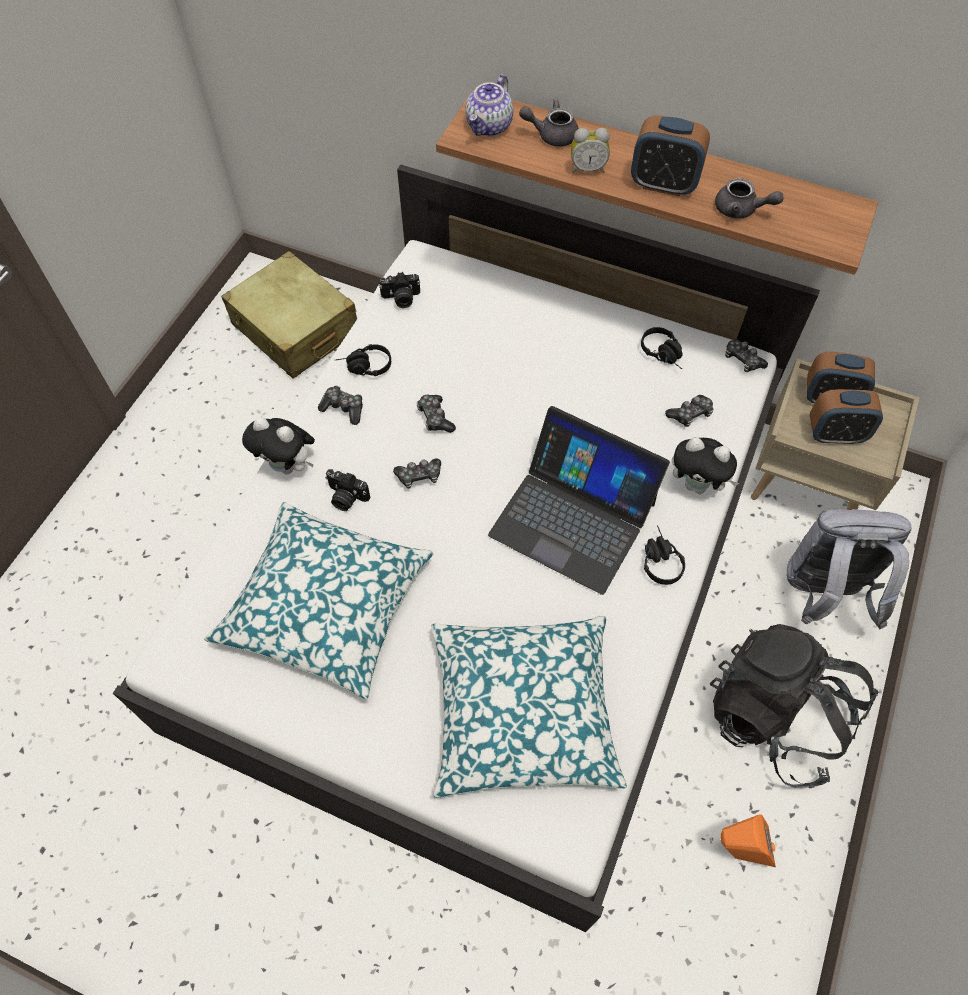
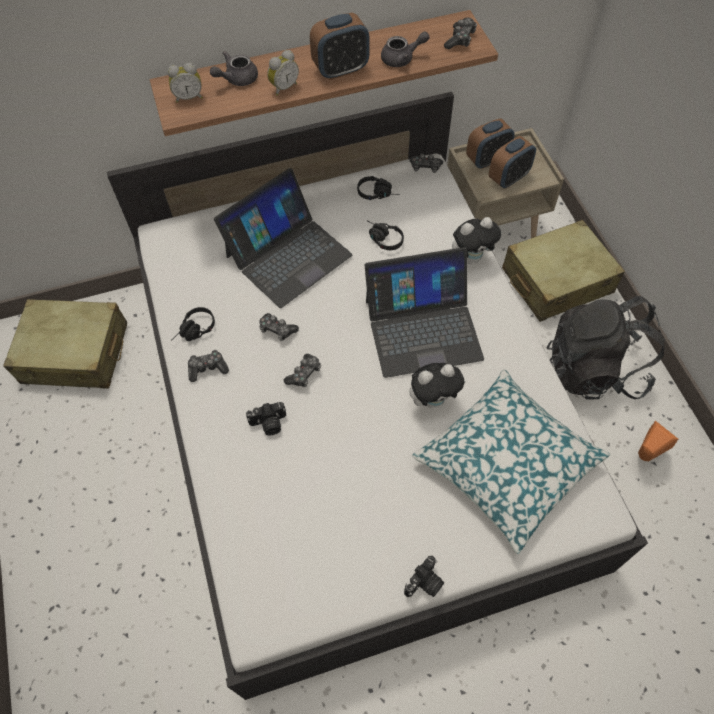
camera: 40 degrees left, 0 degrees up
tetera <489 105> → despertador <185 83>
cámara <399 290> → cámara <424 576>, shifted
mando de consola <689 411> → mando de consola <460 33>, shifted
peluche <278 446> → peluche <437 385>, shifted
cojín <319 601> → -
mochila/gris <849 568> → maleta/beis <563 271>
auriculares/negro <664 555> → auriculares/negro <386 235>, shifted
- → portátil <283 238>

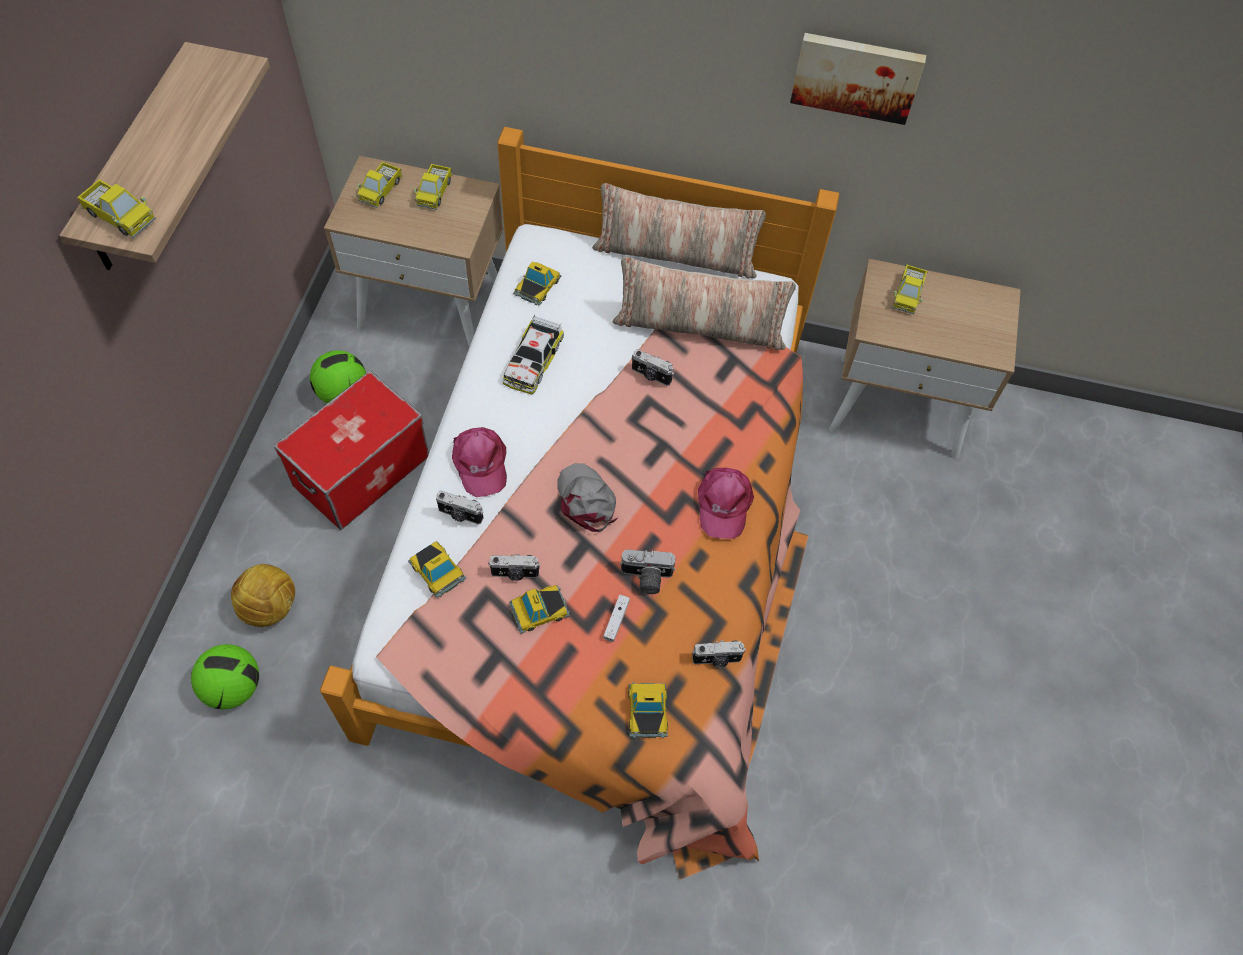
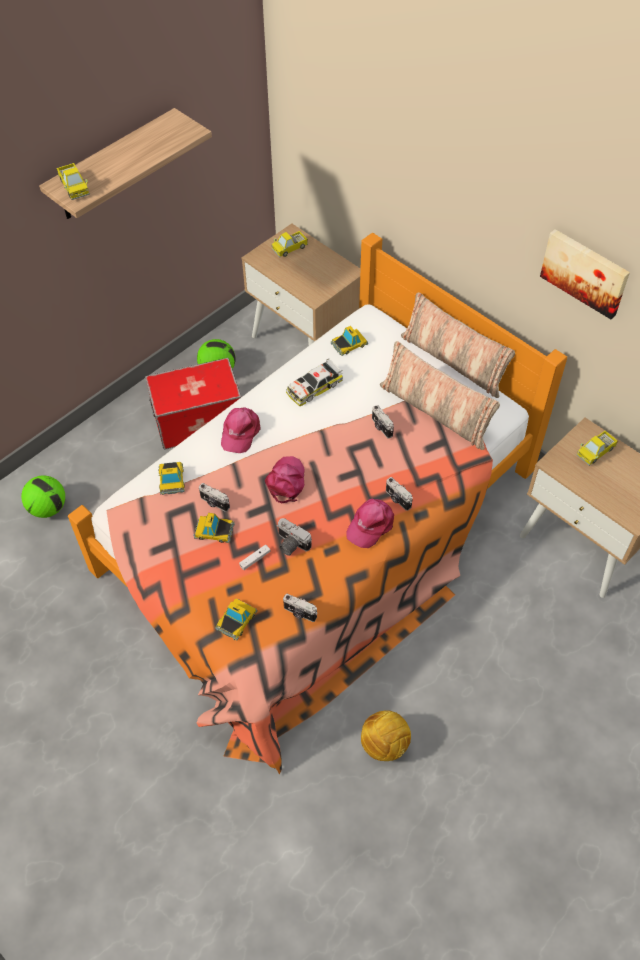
camera: 35 degrees right, 5 degrees down
camión de juguete <433 187> → -
gorra/gris <587 497> → gorra/rosa <285 480>
cámara <459 507> → cámara <399 494>, shifted
balón de fútbol <263 595> → balón de fútbol <386 735>, shifted

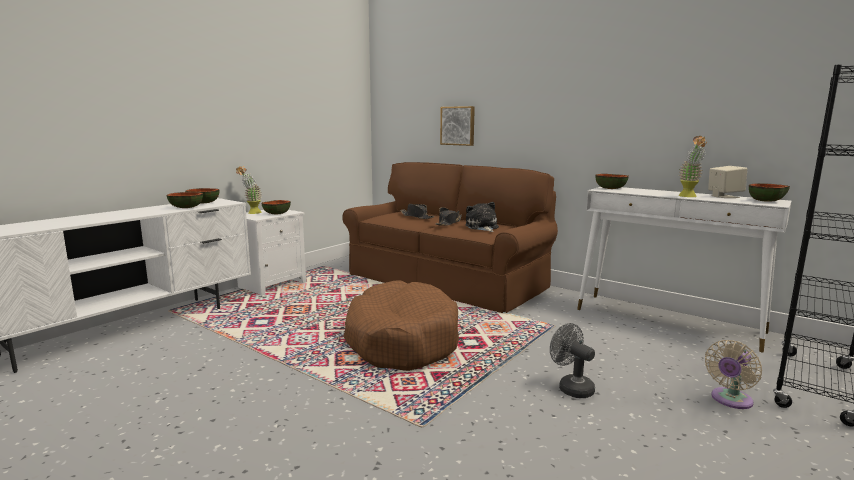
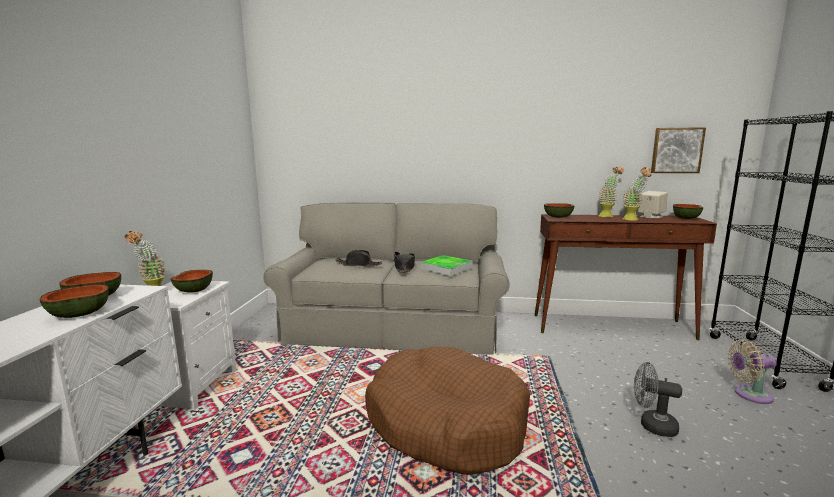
camera: 30 degrees left, 0 degrees up
cuadro <457 126> → cuadro <678 150>, shifted
sofá/marrón <450 237> → sofá/gris <386 278>
mesa consola/blanco <684 269> → mesa consola/marrón <626 277>
peluche <482 217> → bandeja <446 265>
ventilador/beis <733 374> → ventilador/beis <752 372>, 75 degrees clockwise
- → planta en maceta <611 191>

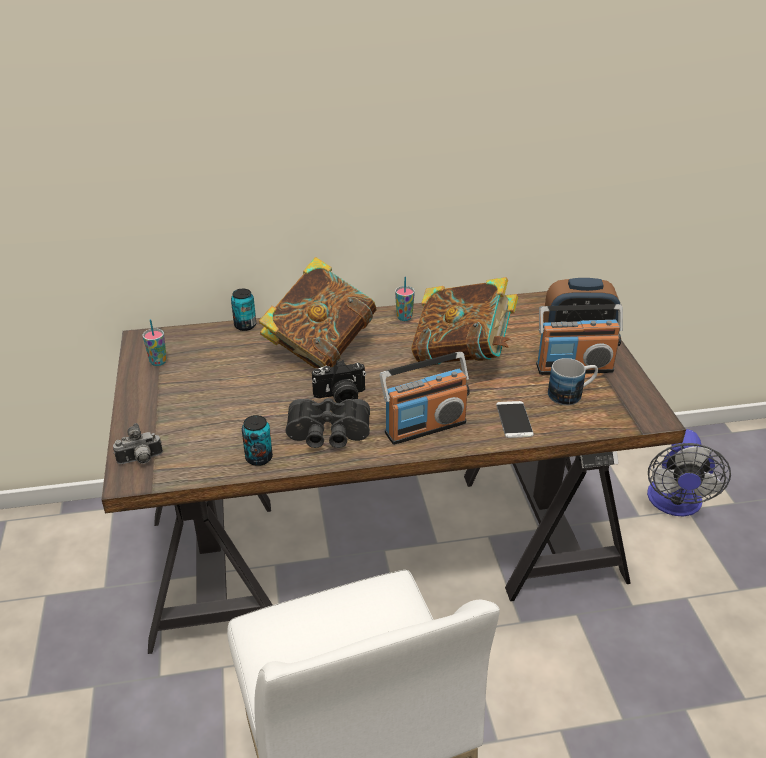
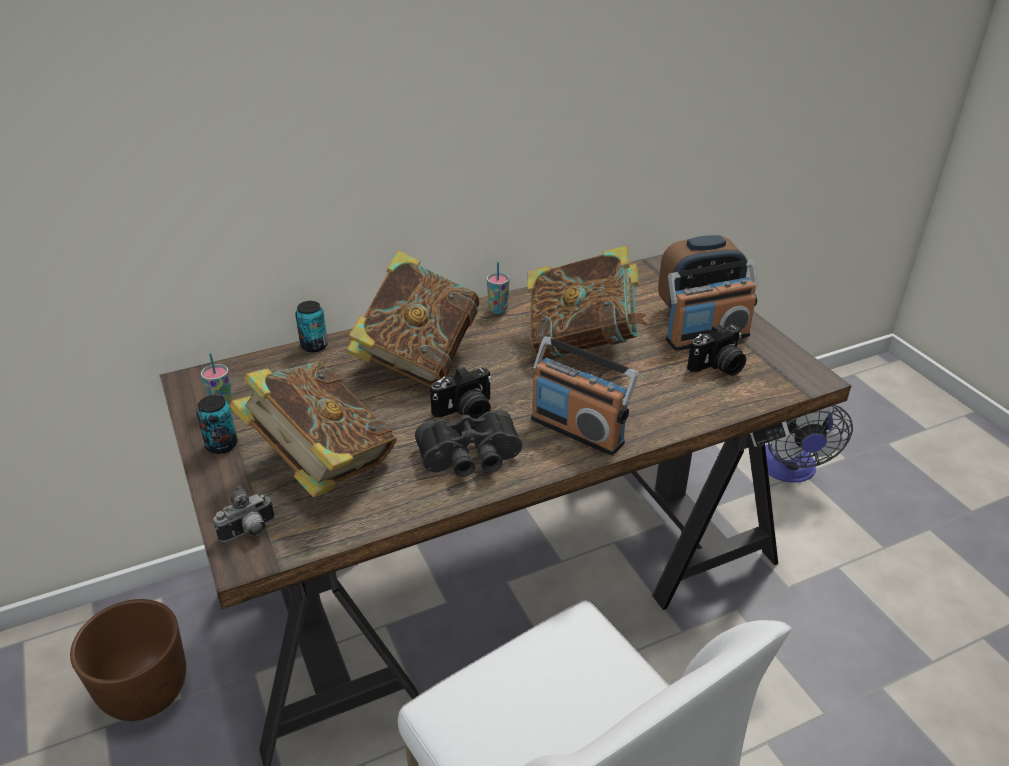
camera: 15 degrees left, 0 degrees up
radio <425 398> → radio <584 396>, 75 degrees clockwise
taza grande <573 382> → cámara <716 350>
móvil <515 419> → -
lata <257 440> → lata <216 424>, shifted
- → libro <313 429>
- → maceta/marrón <128 660>

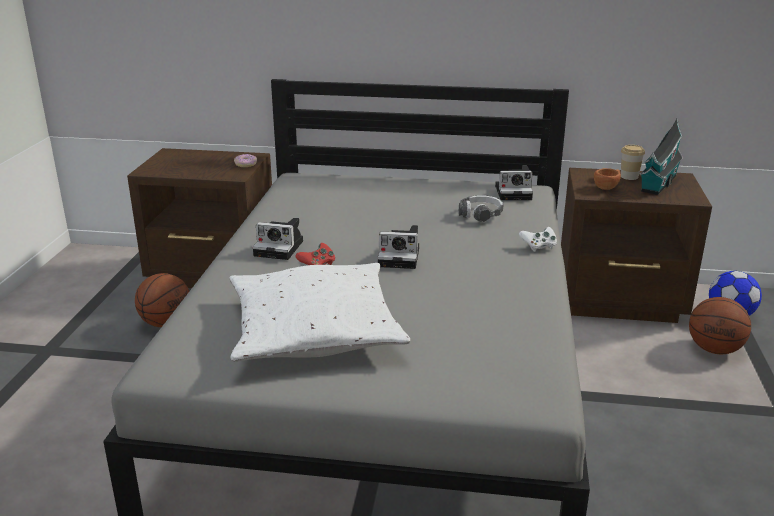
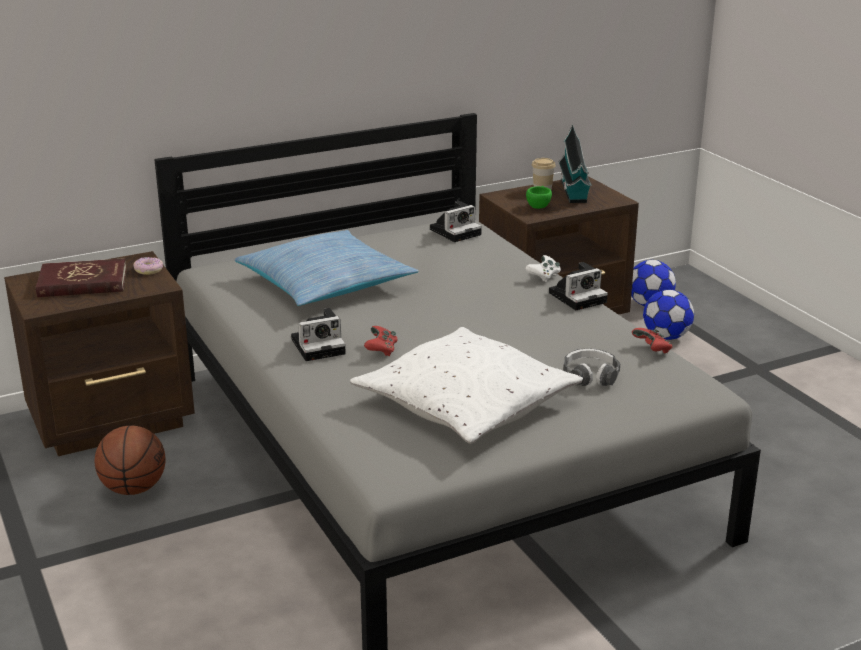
camera: 35 degrees left, 0 degrees up
taza/marrón <607 179> → taza/verde <539 197>
auriculares <481 208> → auriculares <591 367>, shifted
cámara <398 247> → cámara <578 286>, shifted
balón de baloncesto <720 325> → balón de fútbol <668 315>
- → cojín <326 268>
- → libro/rojo <81 277>
- → mando de consola/rojo <652 341>

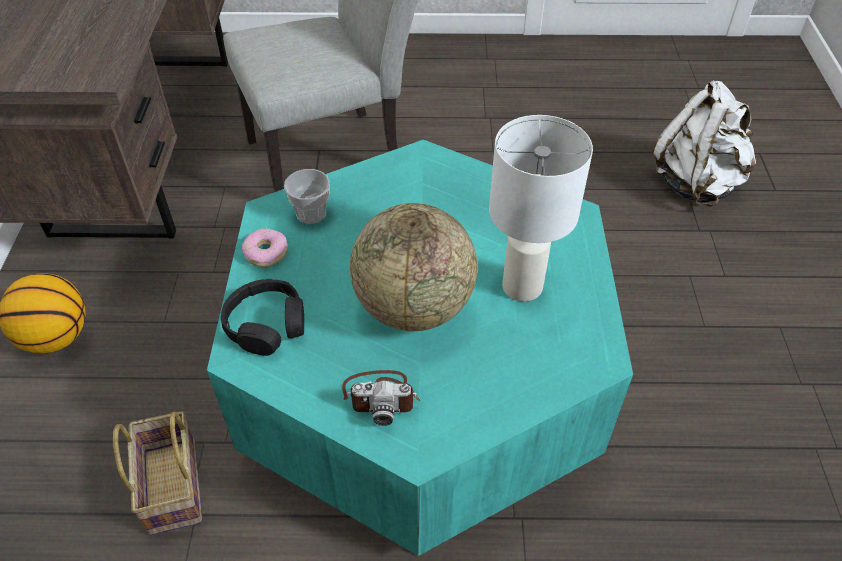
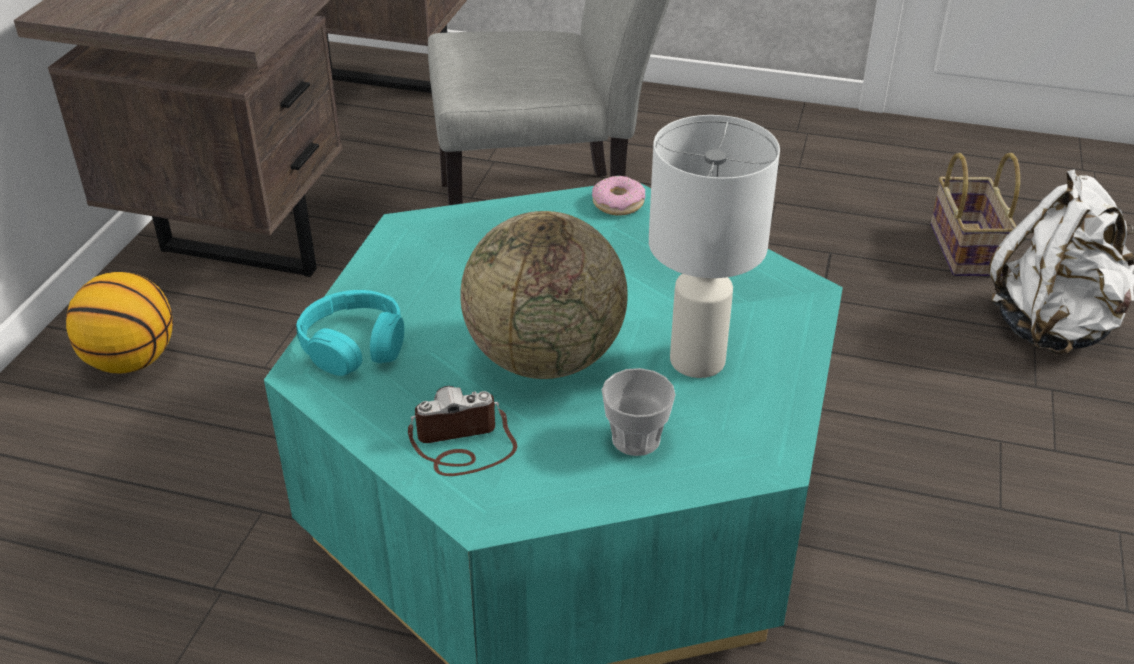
camera: 15 degrees right, 10 degrees down
taza <307 196> → taza <639 412>, shifted
rosquilla <264 247> → rosquilla <618 196>, shifted
auriculares/negro <262 317> → auriculares/turquesa <350 333>
cámara <381 398> → cámara <462 431>, 150 degrees clockwise
cesta <158 473> → cesta <975 214>, shifted

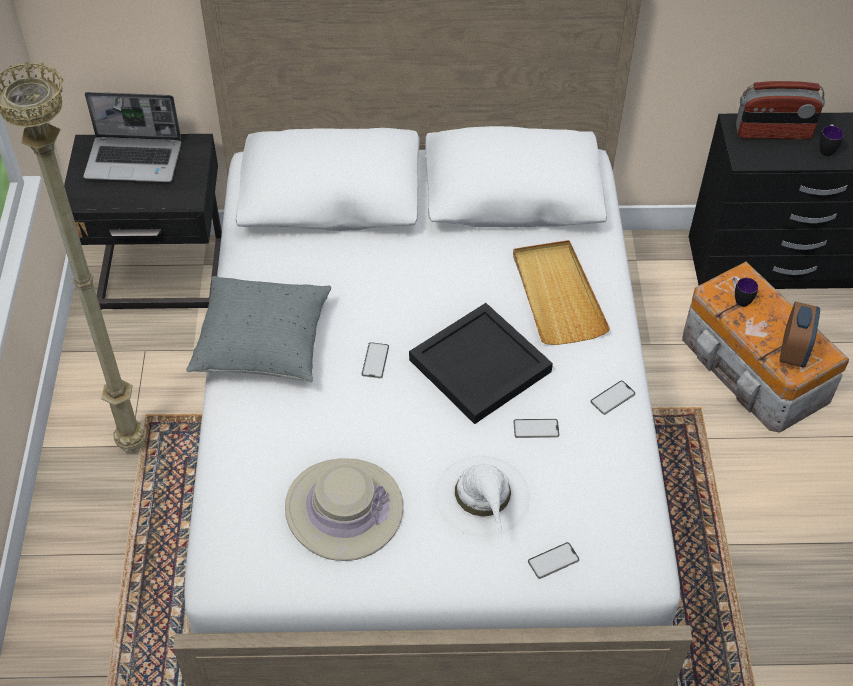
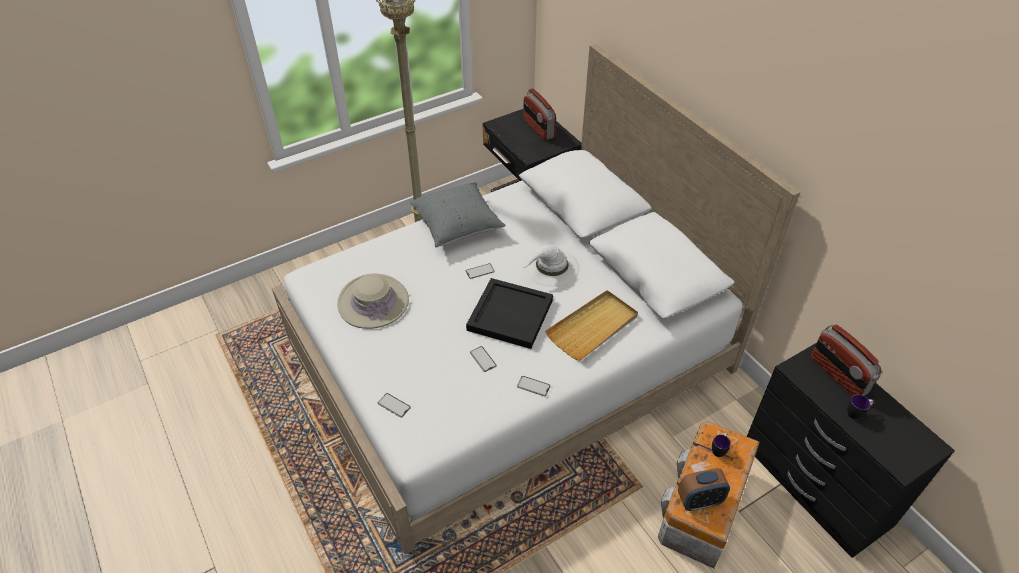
camera: 60 degrees right, 5 degrees down
portátil <132 137> → radio <539 114>
sombrero/blanco <482 496> → sombrero/blanco <551 266>, shifted

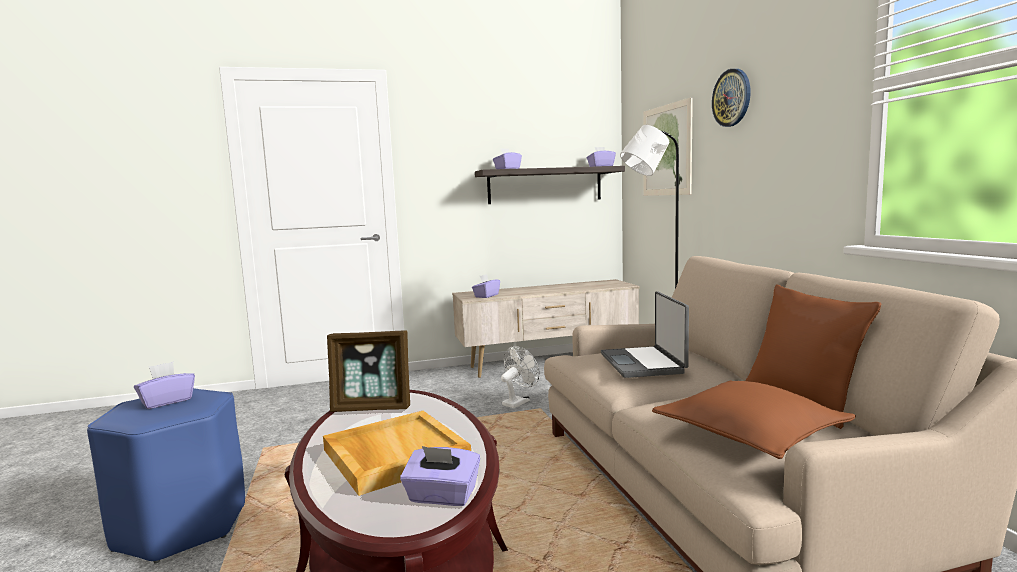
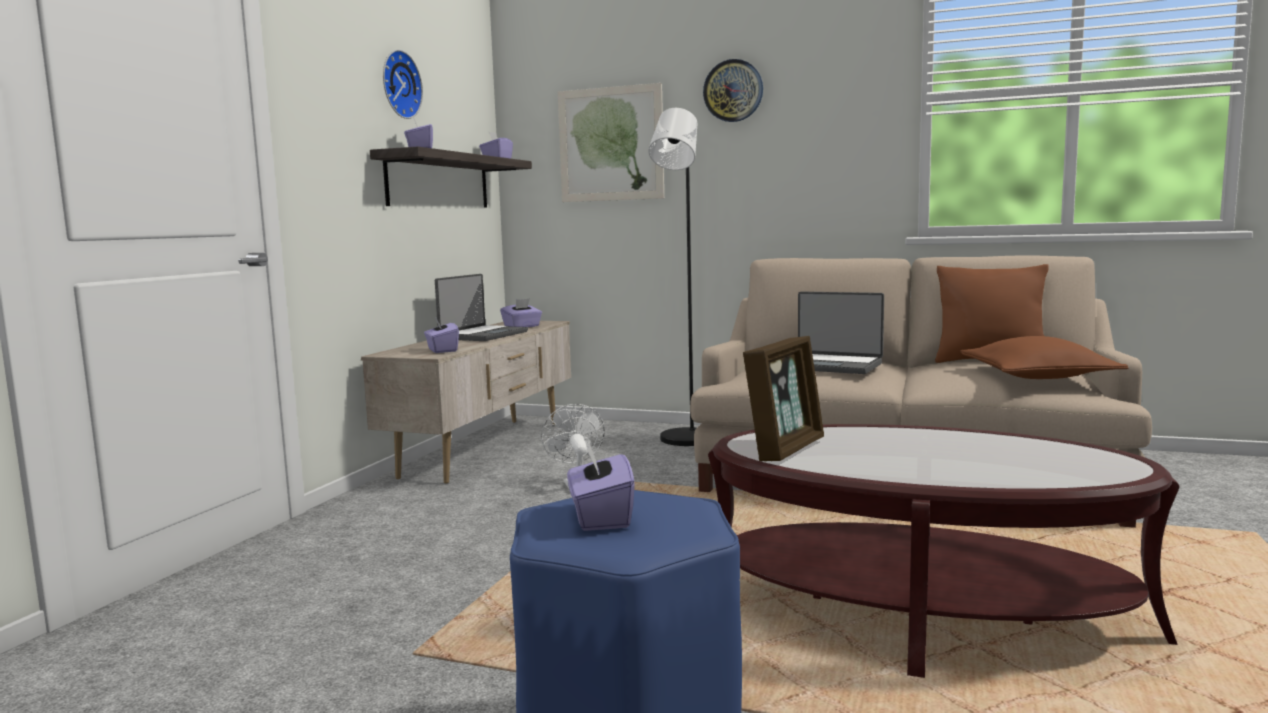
camera: 55 degrees left, 0 degrees up
bandeja/beis <397 453> → -
caja de pañuelos/morado <440 476> → caja de pañuelos/morado <521 312>, shifted
- → reloj de pared <403 84>
- → portátil <481 307>

